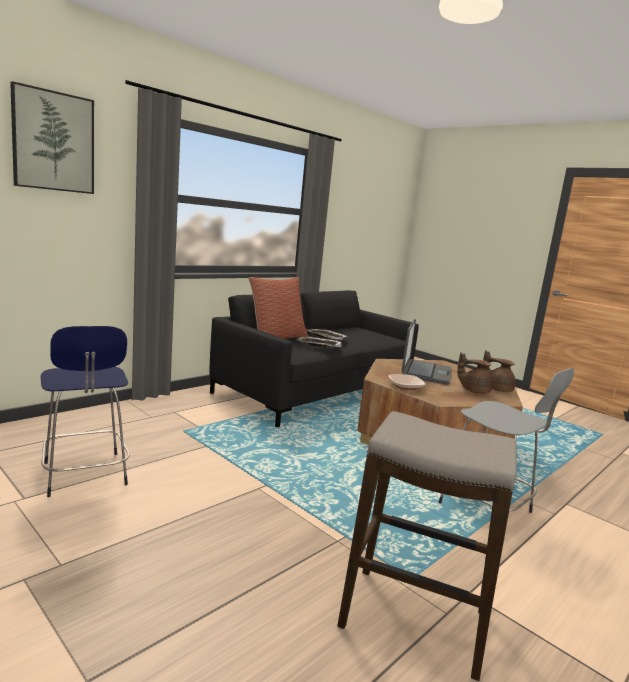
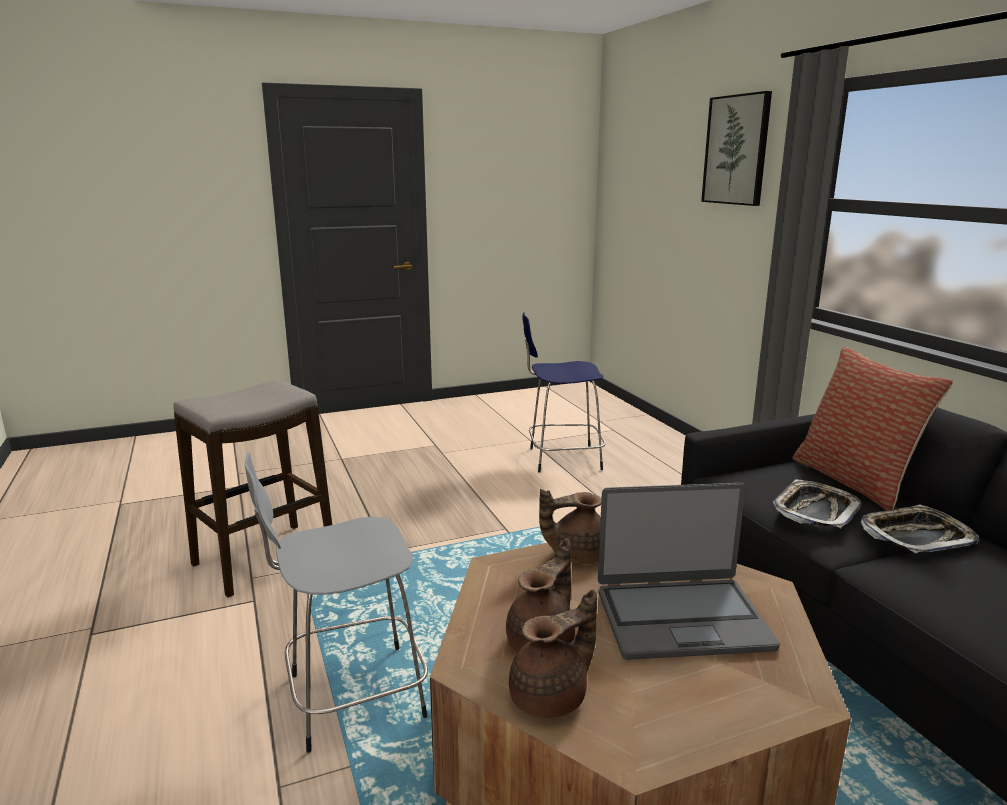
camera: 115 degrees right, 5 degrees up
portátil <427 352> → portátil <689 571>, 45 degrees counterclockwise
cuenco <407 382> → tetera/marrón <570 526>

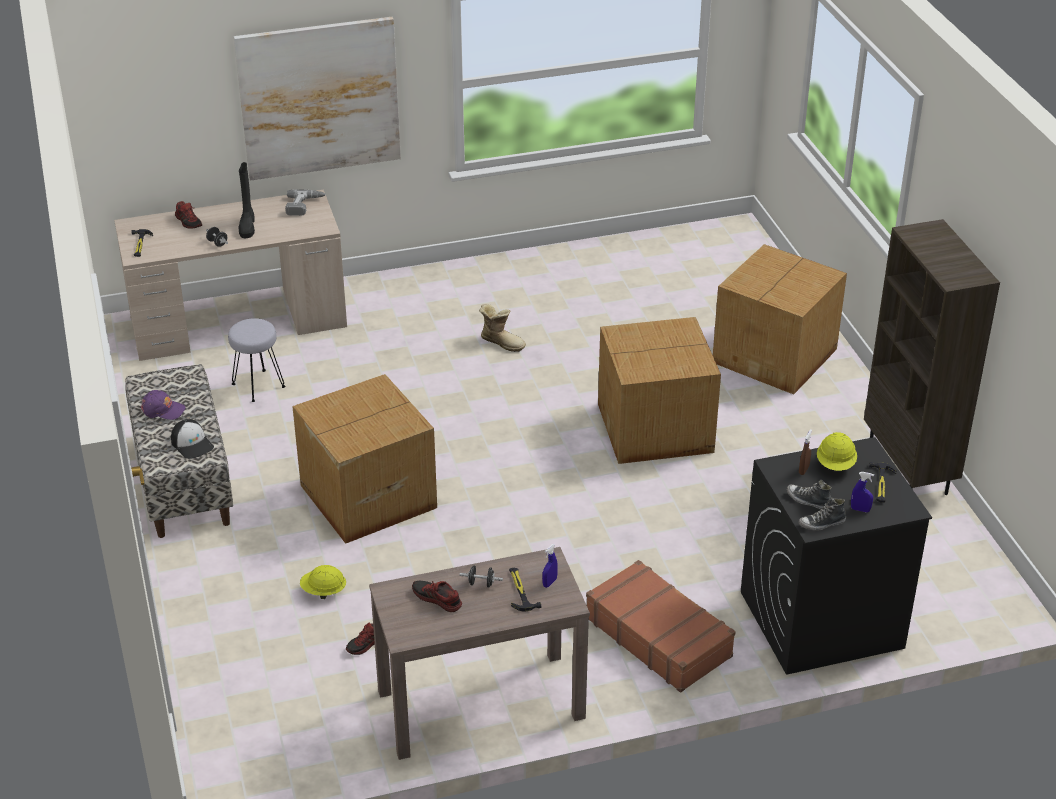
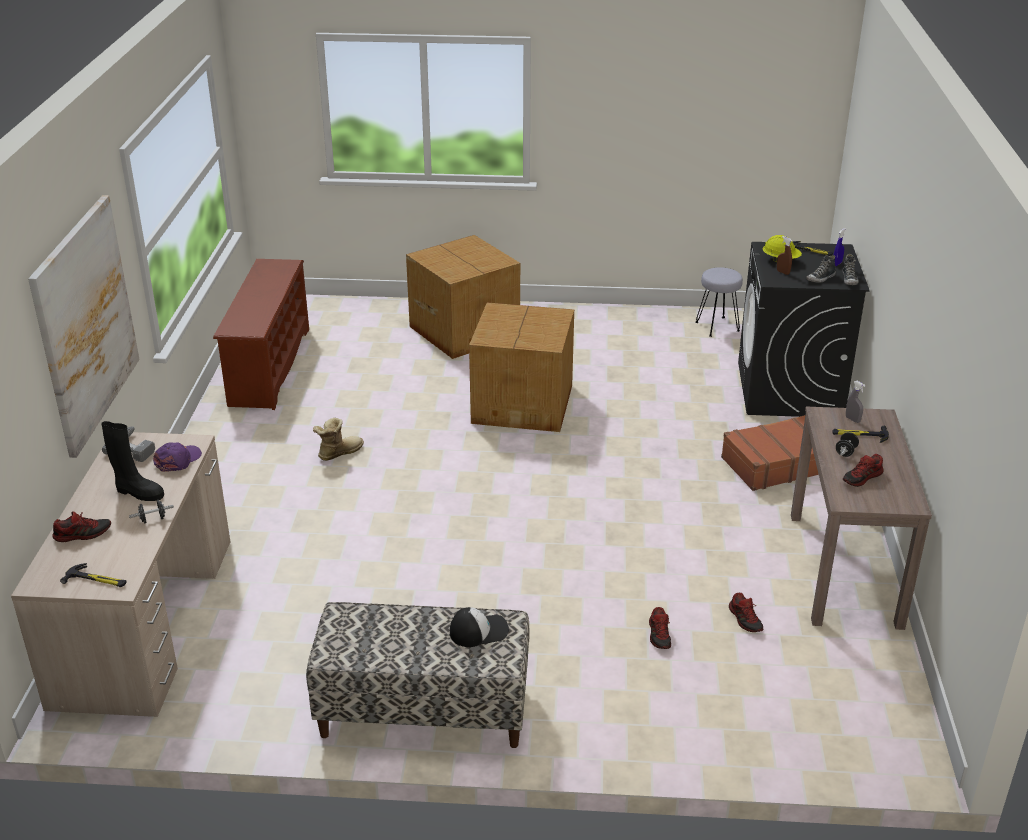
camera: 70 degrees left, 5 degrees down
estantería/marrón <932 357> → -
taburete/gris <256 360> → taburete/gris <719 302>, shifted
caja de cartón <364 459> → -
gorra/morado <163 405> → gorra/morado <177 457>, shifted
pulverizador/azul <550 566> → pulverizador/gris <856 402>
casco/amarillo <323 582> → zapato <660 628>
- → zapatero/marrón <261 334>

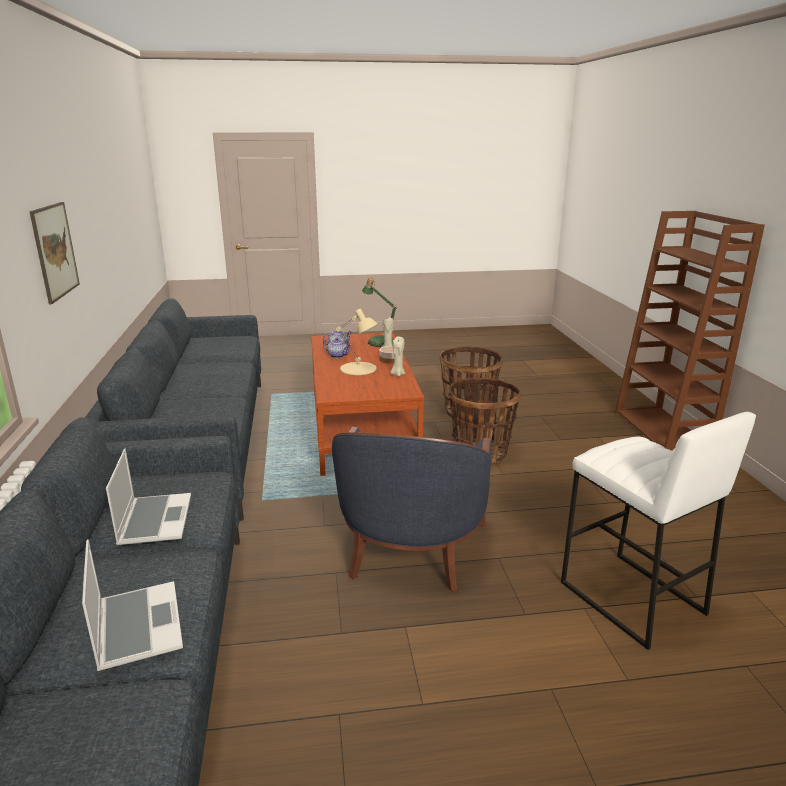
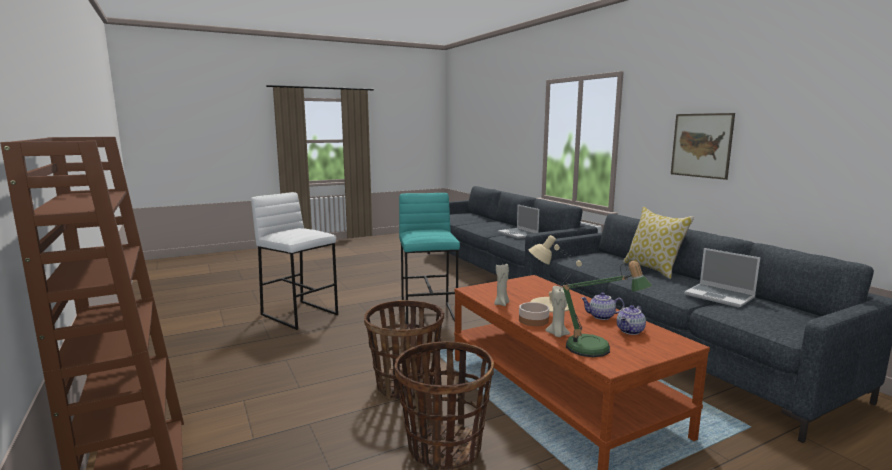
camera: 160 degrees right, 10 degrees down
sillón/azul <412 509> → taburete/turquesa <429 261>
portátil <132 605> → portátil <722 278>, shifted
- → cojín <658 243>

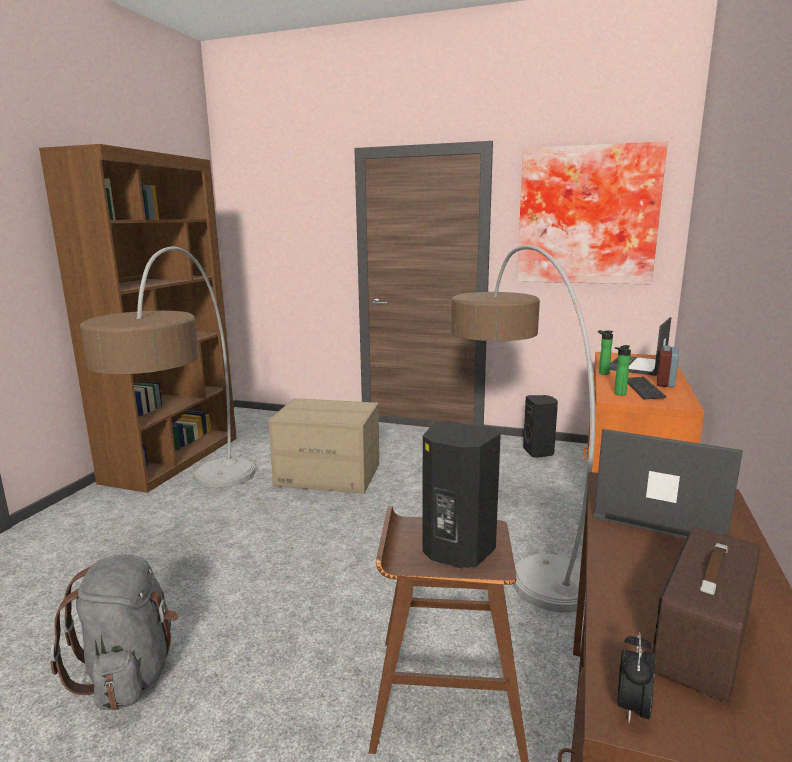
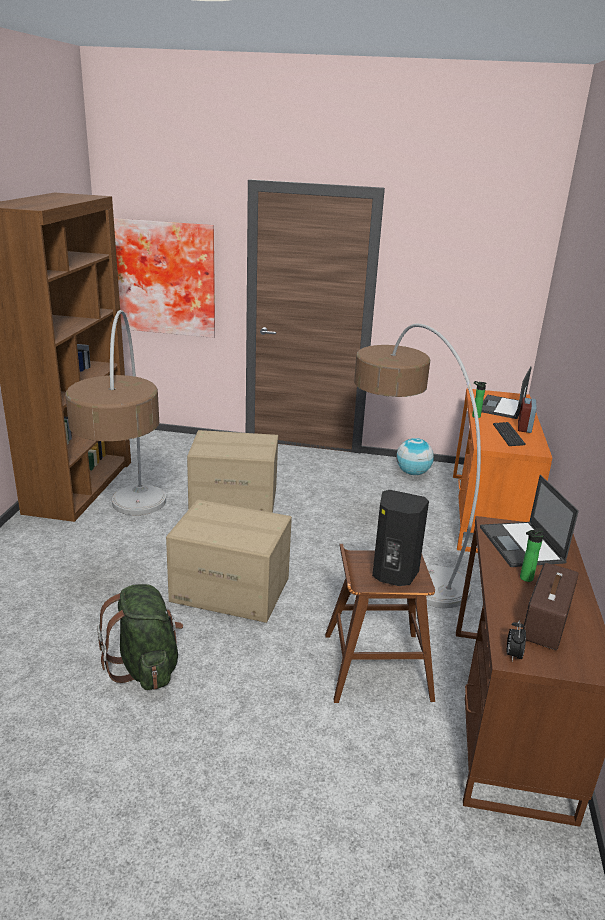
camera: 10 degrees left, 10 degrees up
cuadro <592 212> → cuadro <164 278>, shifted
botella <622 370> → botella <532 555>, shifted
altavoz/negro <540 426> → globo terráqueo <415 456>
portátil <668 484> → portátil <529 521>, 120 degrees counterclockwise
mochila/gris <114 632> → mochila/verde <140 637>
- → caja de cartón <229 561>

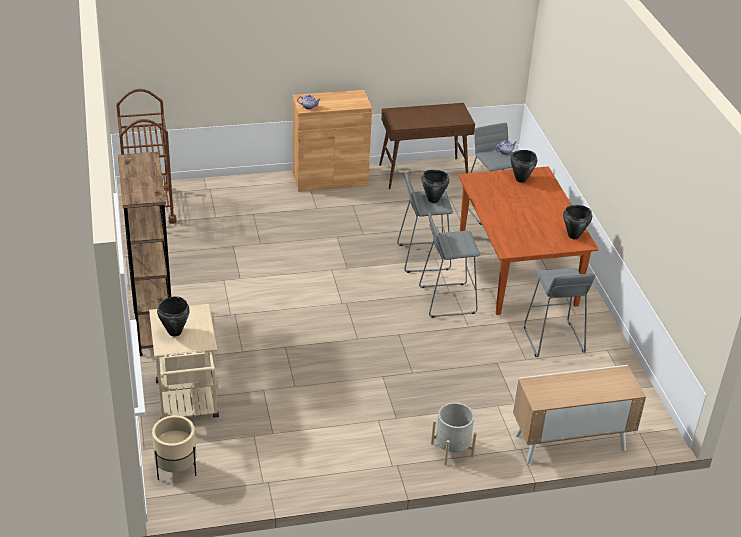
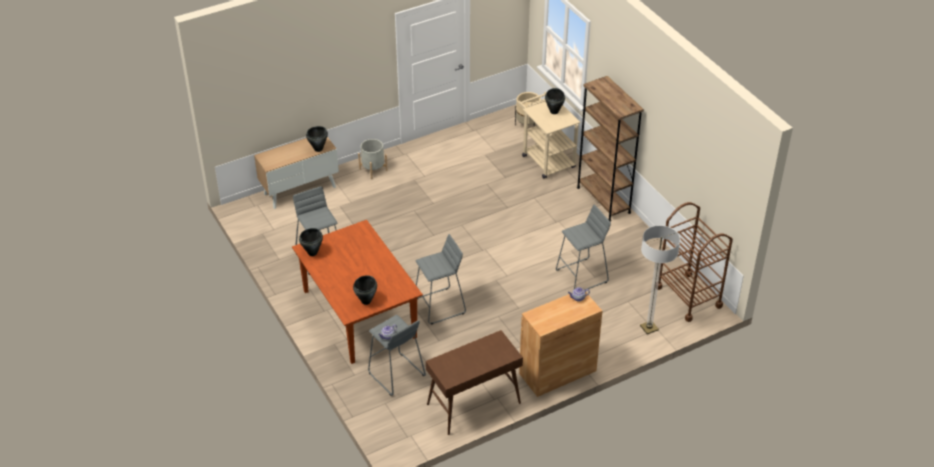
camera: 165 degrees right, 5 degrees up
olla/negro <435 186> → olla/negro <317 139>, shifted
taburete/gris <449 265> → taburete/gris <583 247>, shifted
- → lámpara de pie <660 279>

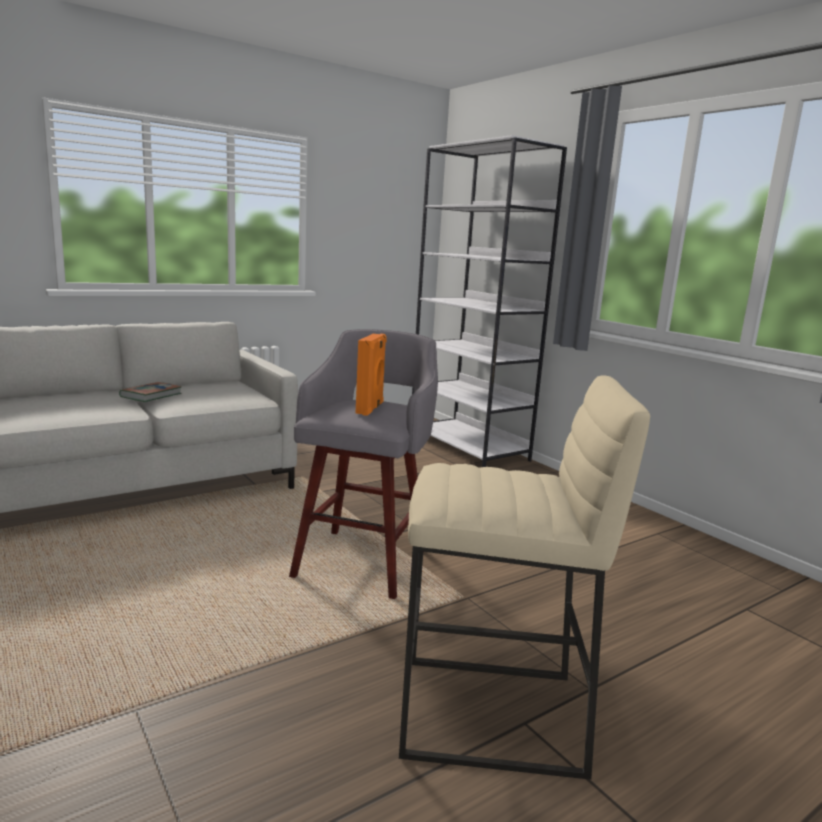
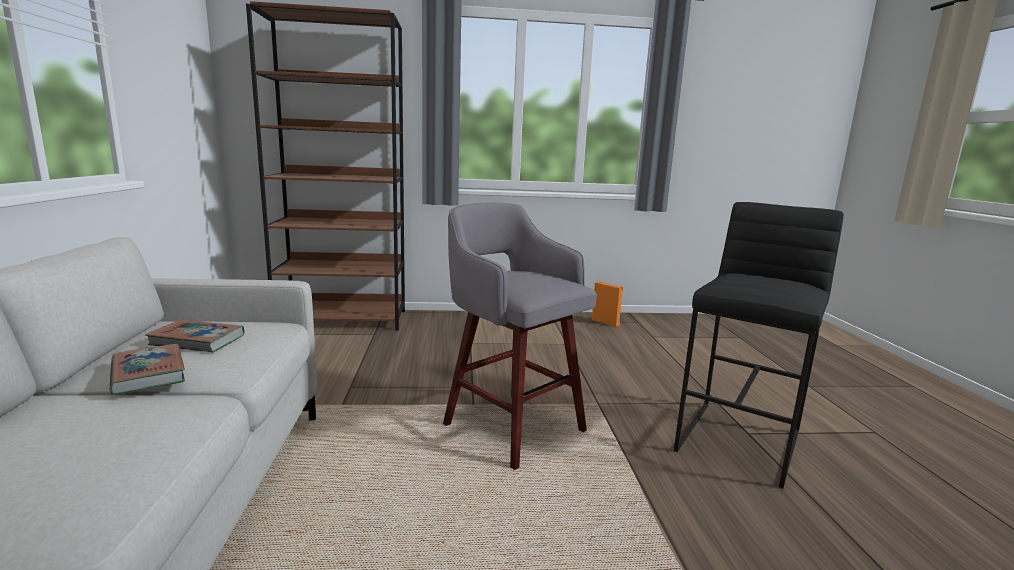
camera: 60 degrees left, 0 degrees up
estantería/blanco <489 301> → estantería/marrón <325 165>
altavoz/naranja <371 375> → altavoz/naranja <607 304>, shifted
taburete/beis <524 577> → taburete/negro <759 345>
- → libro <195 336>

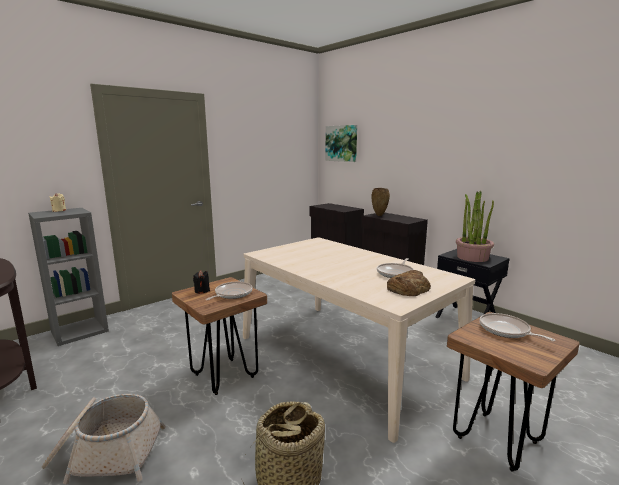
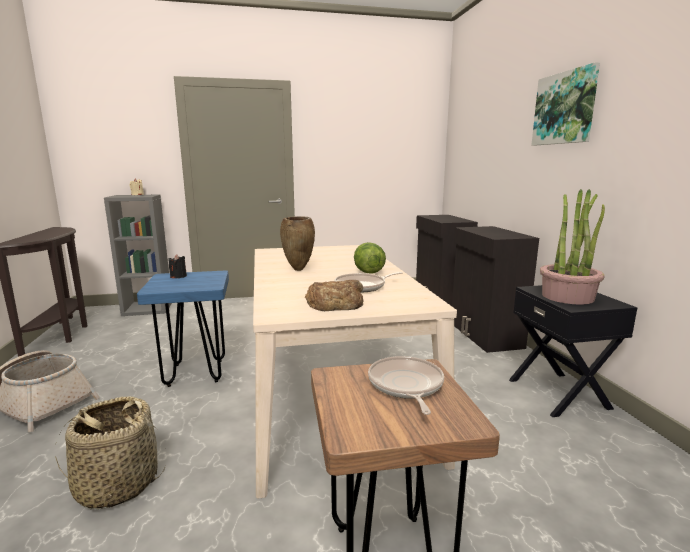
camera: 30 degrees right, 0 degrees up
cuadro <341 143> → cuadro <566 103>, shifted
florero/marrón <381 202> → florero/marrón <297 243>, shifted
taburete/marrón <219 336> → taburete/azul <183 329>
sartén <229 291> → -
- → lechuga <370 258>

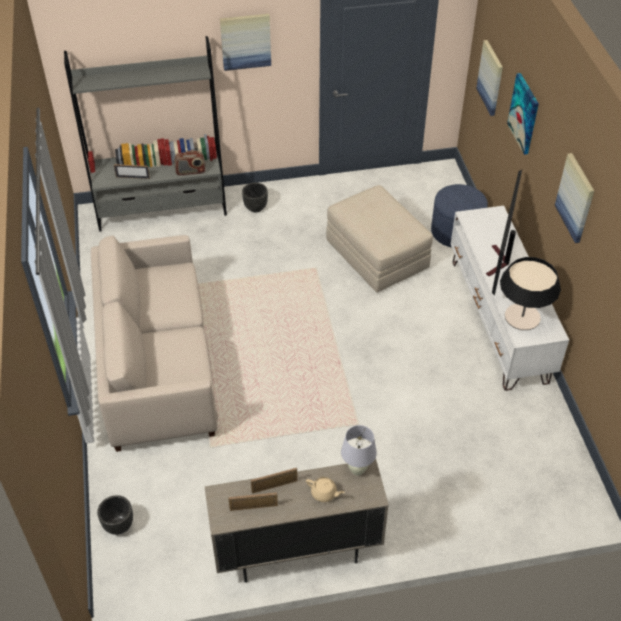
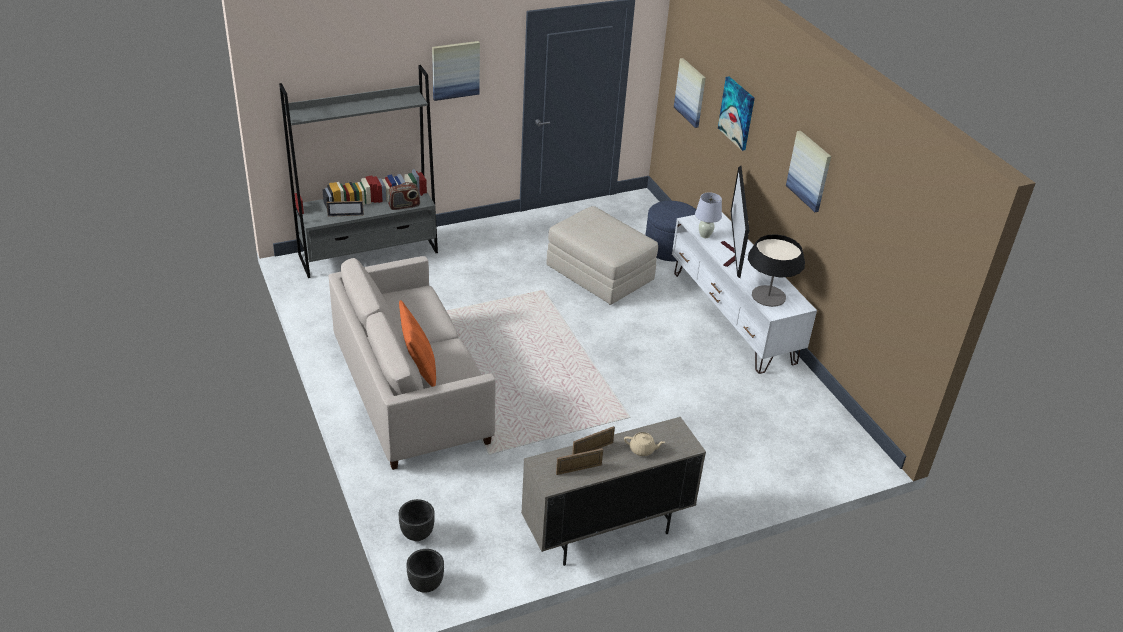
camera: 15 degrees left, 10 degrees down
maceta/negro <255 198> → maceta/negro <425 571>, shifted
lámpara de mesa/blanco <359 450> → lámpara de mesa/blanco <708 215>, shifted
- → cojín/naranja <417 343>

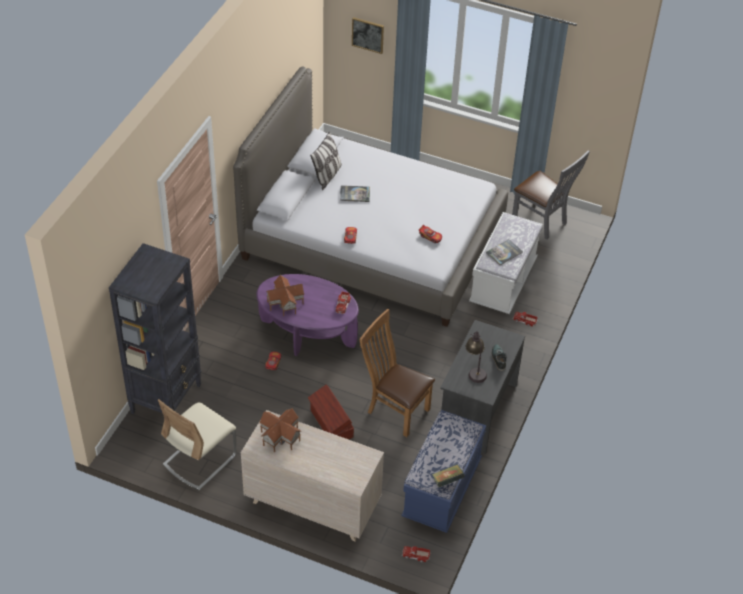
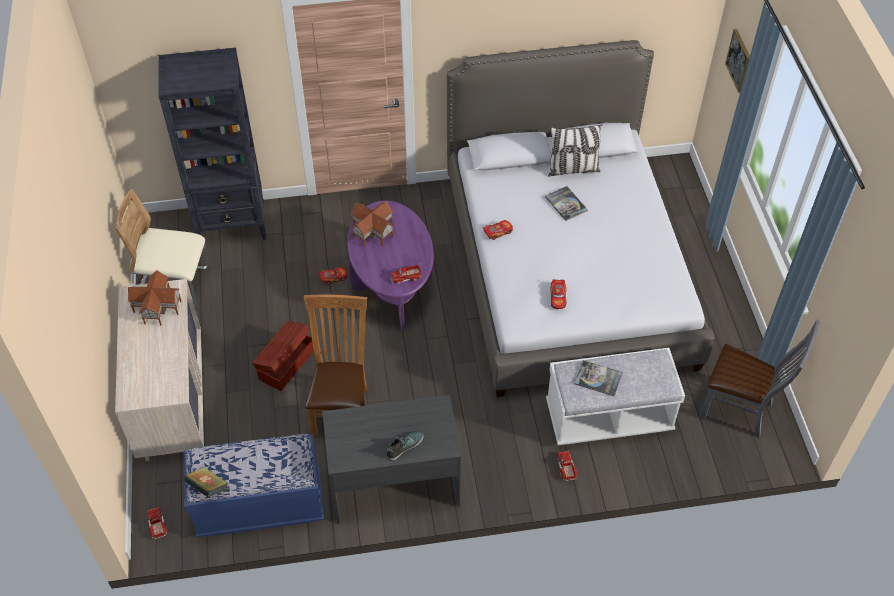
camera: 60 degrees right, 5 degrees up
silla/gris <551 194> → silla/gris <759 379>, 75 degrees counterclockwise
lámpara de mesa <476 357> → -

